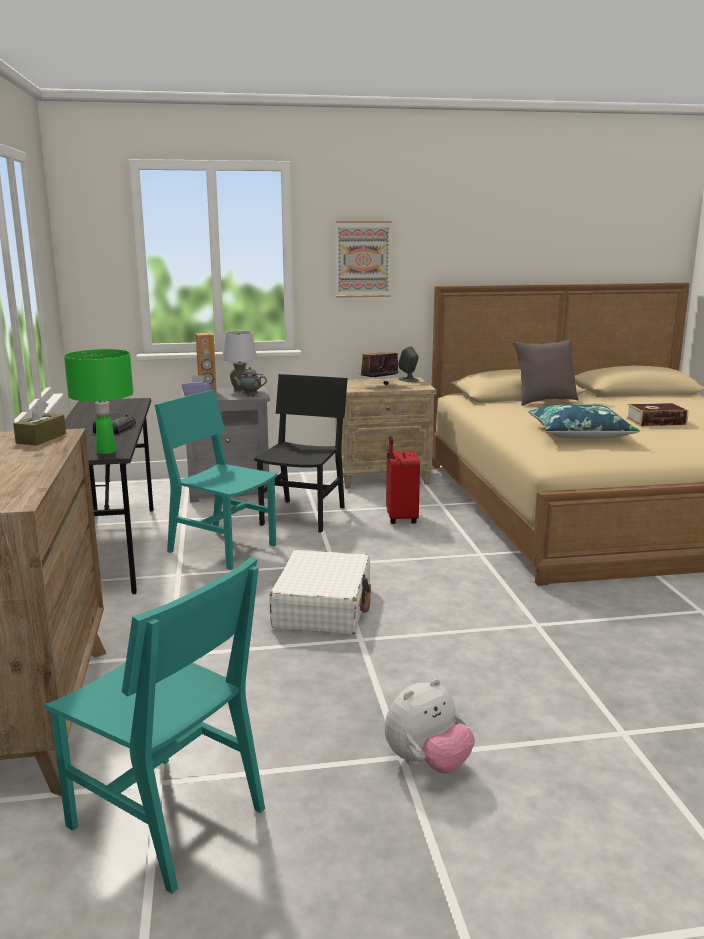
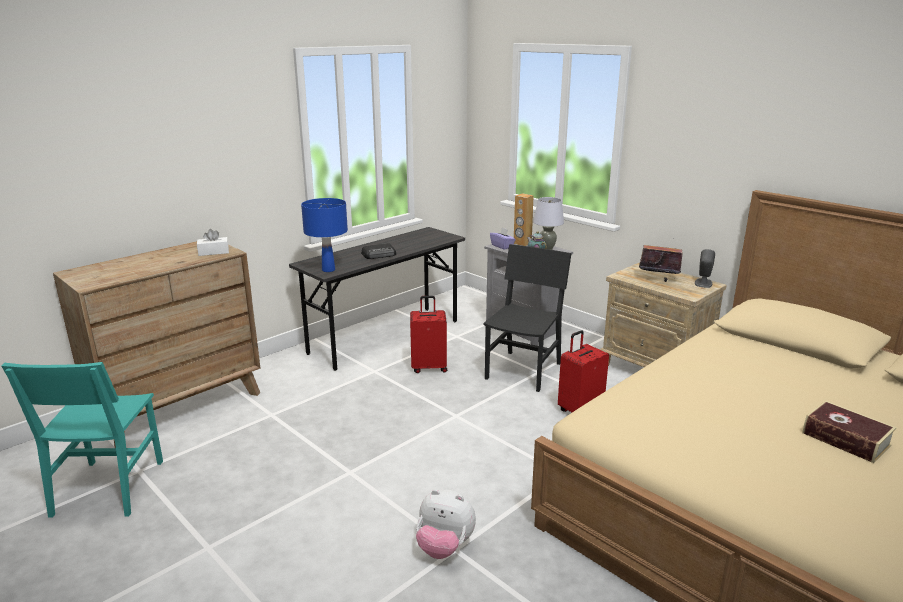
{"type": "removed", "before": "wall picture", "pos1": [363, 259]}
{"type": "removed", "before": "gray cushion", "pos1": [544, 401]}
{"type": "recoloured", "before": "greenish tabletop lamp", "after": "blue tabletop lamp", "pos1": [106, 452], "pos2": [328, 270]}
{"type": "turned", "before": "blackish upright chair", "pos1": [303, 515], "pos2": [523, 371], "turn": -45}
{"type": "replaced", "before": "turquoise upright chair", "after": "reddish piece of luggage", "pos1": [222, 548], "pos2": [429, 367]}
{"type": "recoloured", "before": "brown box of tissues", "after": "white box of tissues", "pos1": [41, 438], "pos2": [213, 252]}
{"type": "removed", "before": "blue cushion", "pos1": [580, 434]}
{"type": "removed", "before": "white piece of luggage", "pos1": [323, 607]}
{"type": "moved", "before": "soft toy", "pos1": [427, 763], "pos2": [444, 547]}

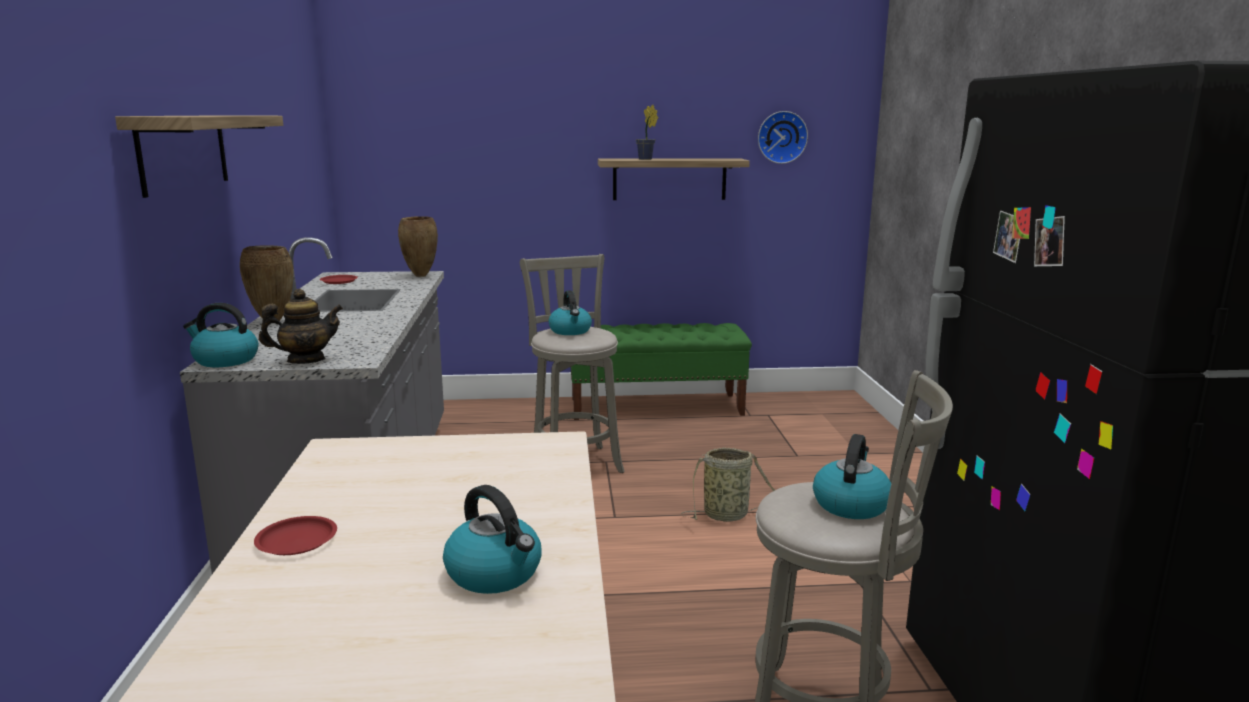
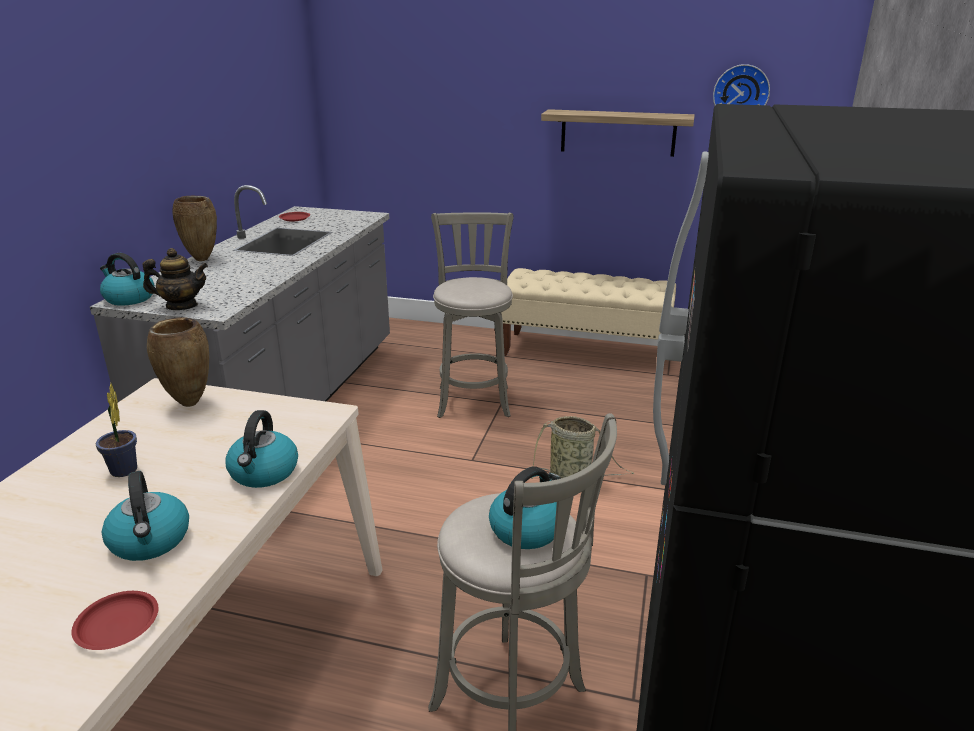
{"type": "moved", "before": "houseplant", "pos1": [646, 159], "pos2": [123, 472]}
{"type": "removed", "before": "shelf", "pos1": [184, 152]}
{"type": "moved", "before": "brown flower vase", "pos1": [420, 276], "pos2": [188, 404]}
{"type": "moved", "before": "water kettle", "pos1": [570, 331], "pos2": [264, 473]}
{"type": "recoloured", "before": "greenish indoor bench", "after": "sand-coloured indoor bench", "pos1": [656, 406], "pos2": [585, 352]}
{"type": "moved", "before": "reddish flat dish", "pos1": [296, 541], "pos2": [116, 625]}

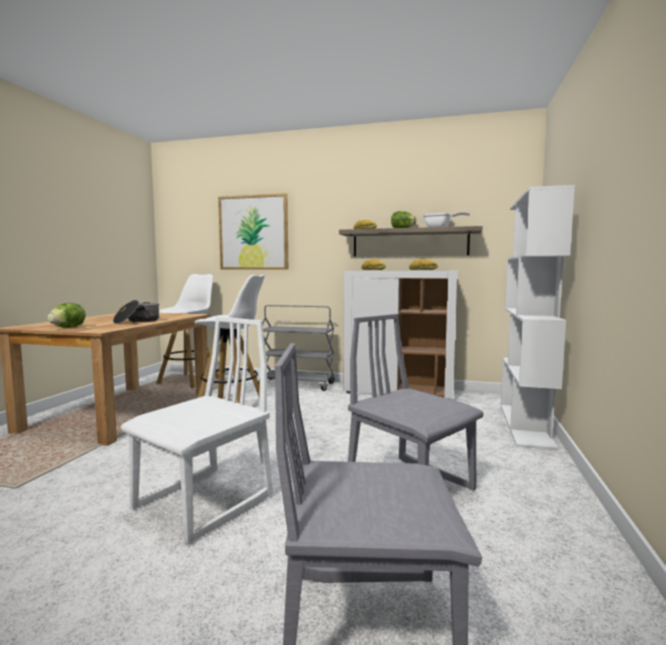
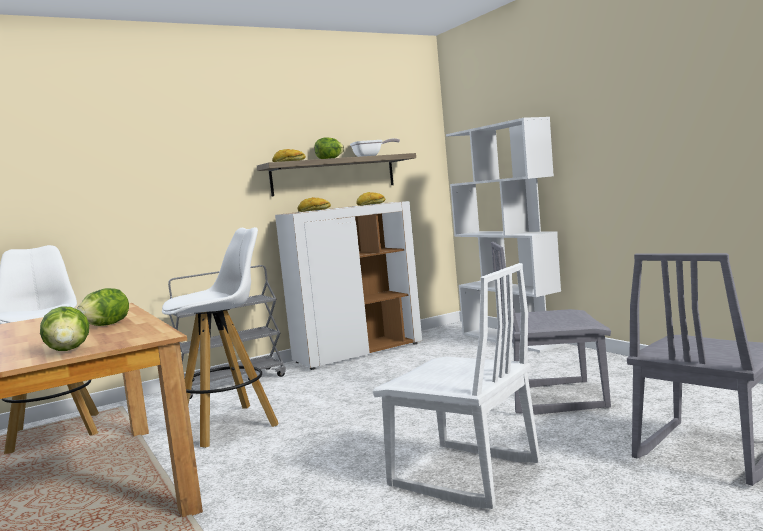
{"type": "removed", "before": "wall picture", "pos1": [253, 232]}
{"type": "replaced", "before": "saucepot", "after": "lettuce", "pos1": [137, 321], "pos2": [106, 325]}
{"type": "turned", "before": "white upright chair", "pos1": [204, 503], "pos2": [463, 476], "turn": 135}

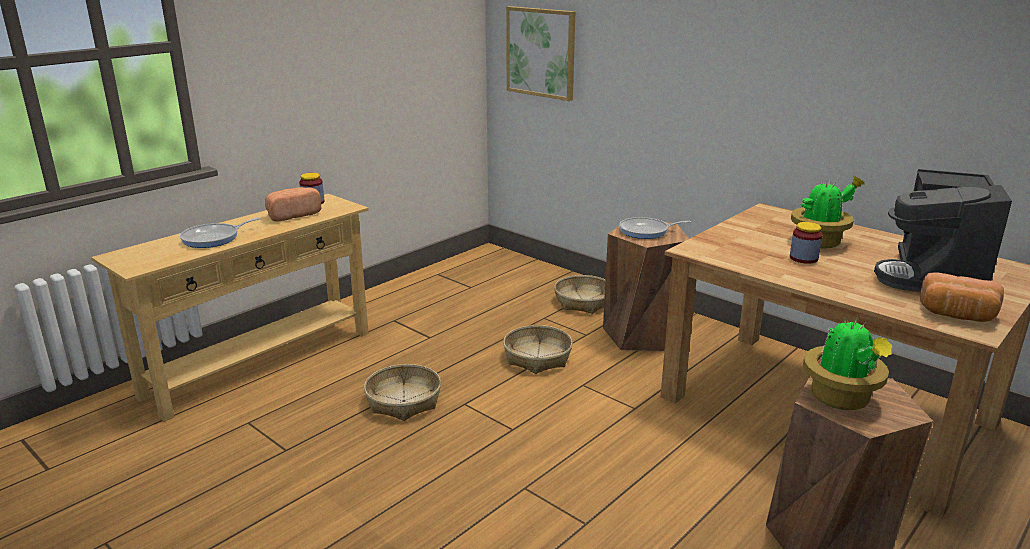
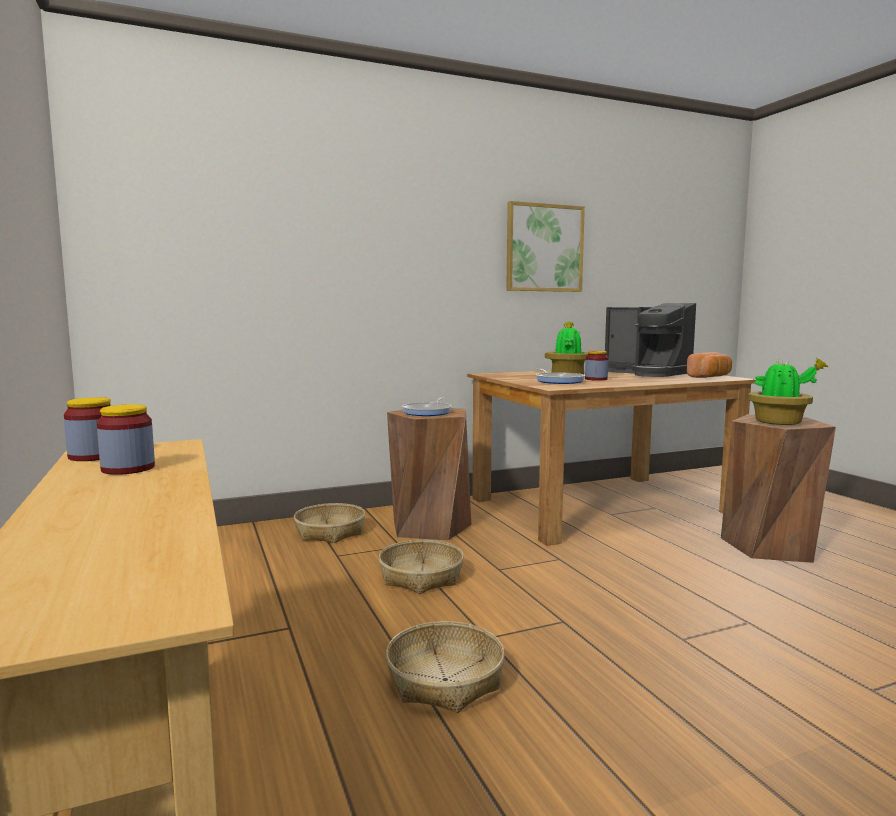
{"type": "moved", "before": "wall picture", "pos1": [541, 52], "pos2": [544, 248]}
{"type": "replaced", "before": "baked bread", "after": "preserve jar", "pos1": [292, 215], "pos2": [128, 468]}
{"type": "moved", "before": "pan", "pos1": [214, 238], "pos2": [558, 381]}

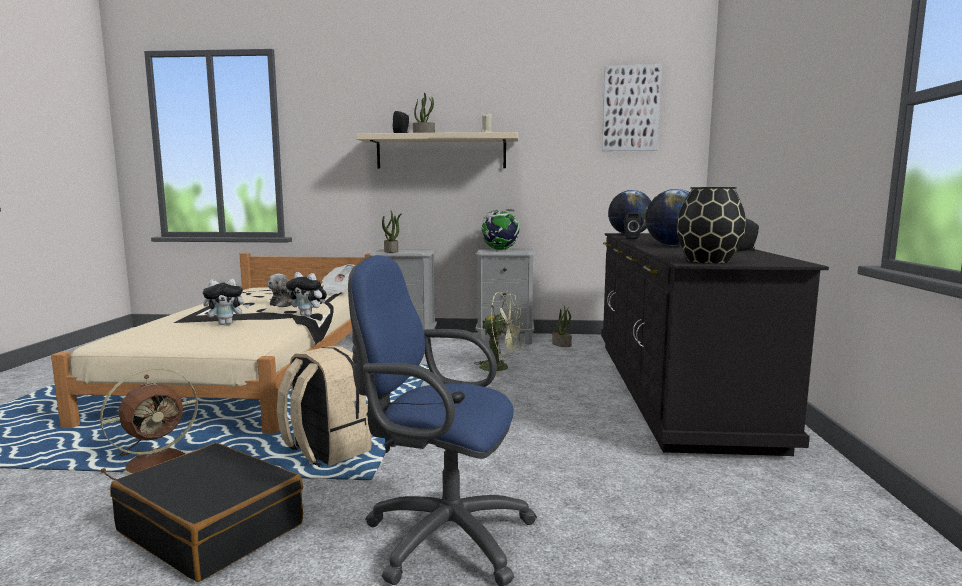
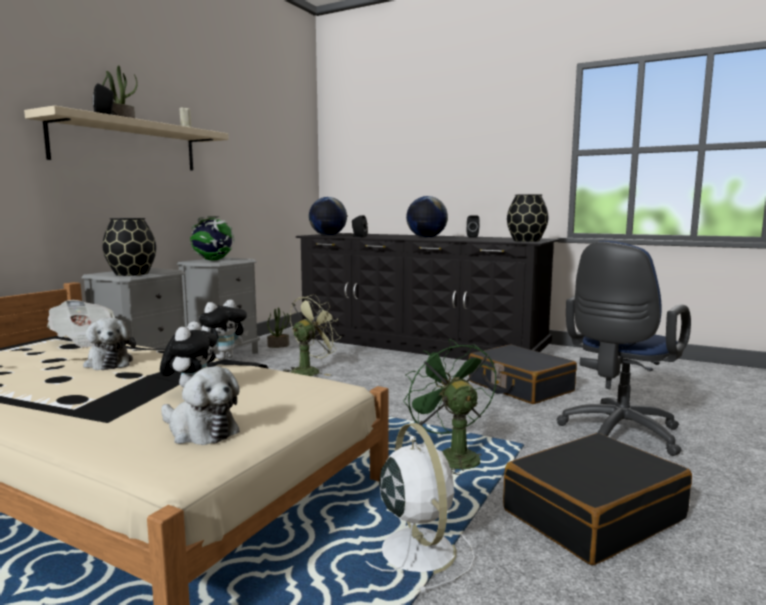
{"type": "removed", "before": "wall picture", "pos1": [630, 108]}
{"type": "replaced", "before": "houseplant", "after": "blackish flower vase", "pos1": [391, 251], "pos2": [132, 274]}
{"type": "replaced", "before": "sand-coloured rucksack", "after": "greenish electric fan", "pos1": [326, 451], "pos2": [451, 456]}
{"type": "recoloured", "before": "brown electric fan", "after": "white electric fan", "pos1": [159, 462], "pos2": [415, 548]}
{"type": "added", "after": "blackish piece of luggage", "pos2": [519, 387]}
{"type": "added", "after": "soft toy", "pos2": [200, 431]}

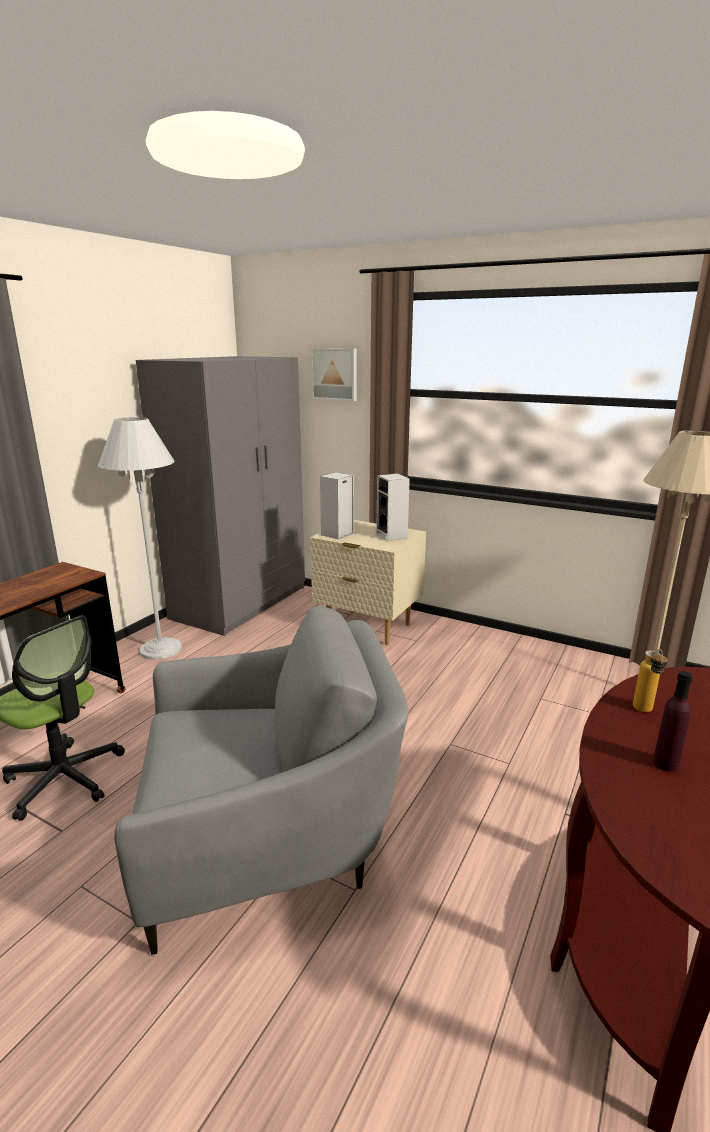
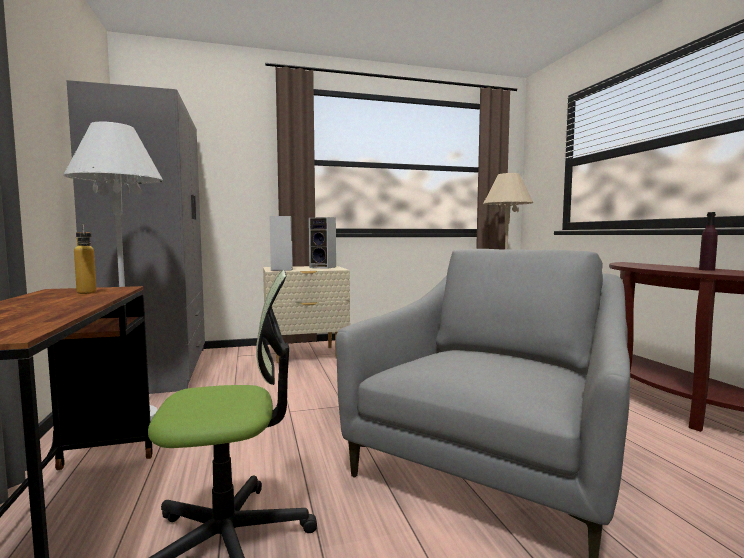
{"type": "removed", "before": "wall picture", "pos1": [335, 374]}
{"type": "moved", "before": "bottle", "pos1": [644, 712], "pos2": [87, 293]}

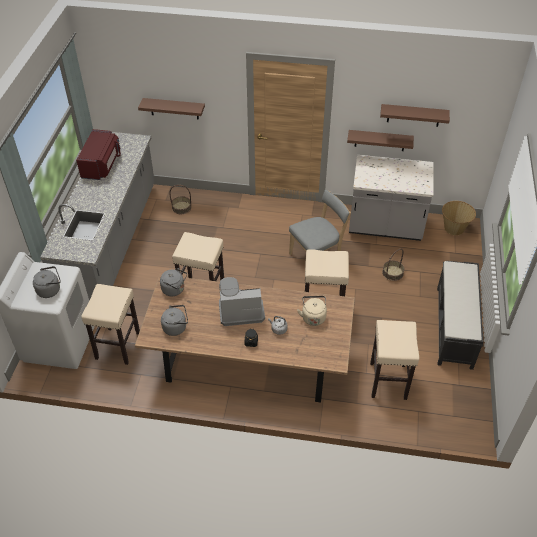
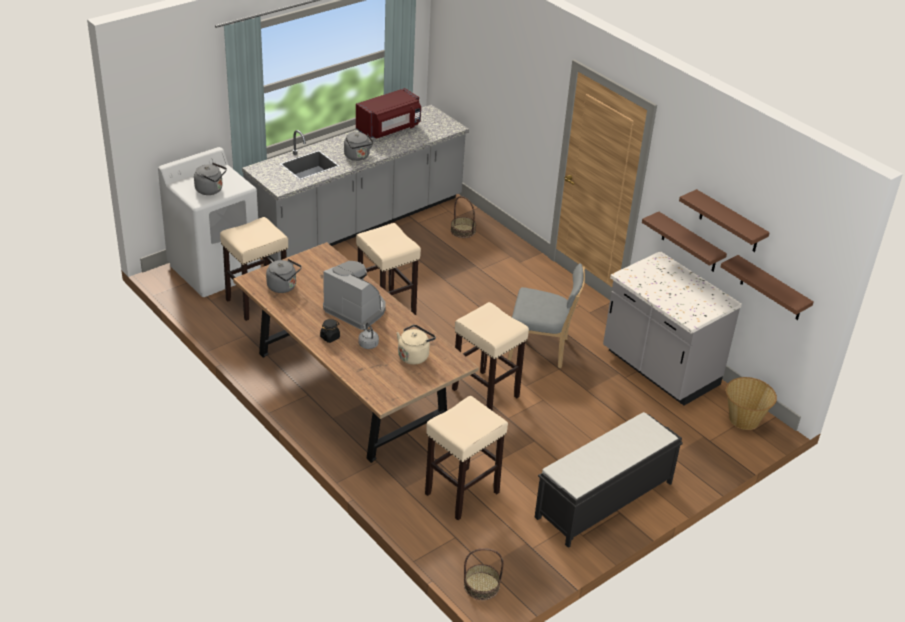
{"type": "moved", "before": "brown shelf", "pos1": [174, 108], "pos2": [771, 289]}
{"type": "moved", "before": "household basket", "pos1": [392, 273], "pos2": [481, 586]}
{"type": "moved", "before": "gray water kettle", "pos1": [174, 289], "pos2": [358, 157]}

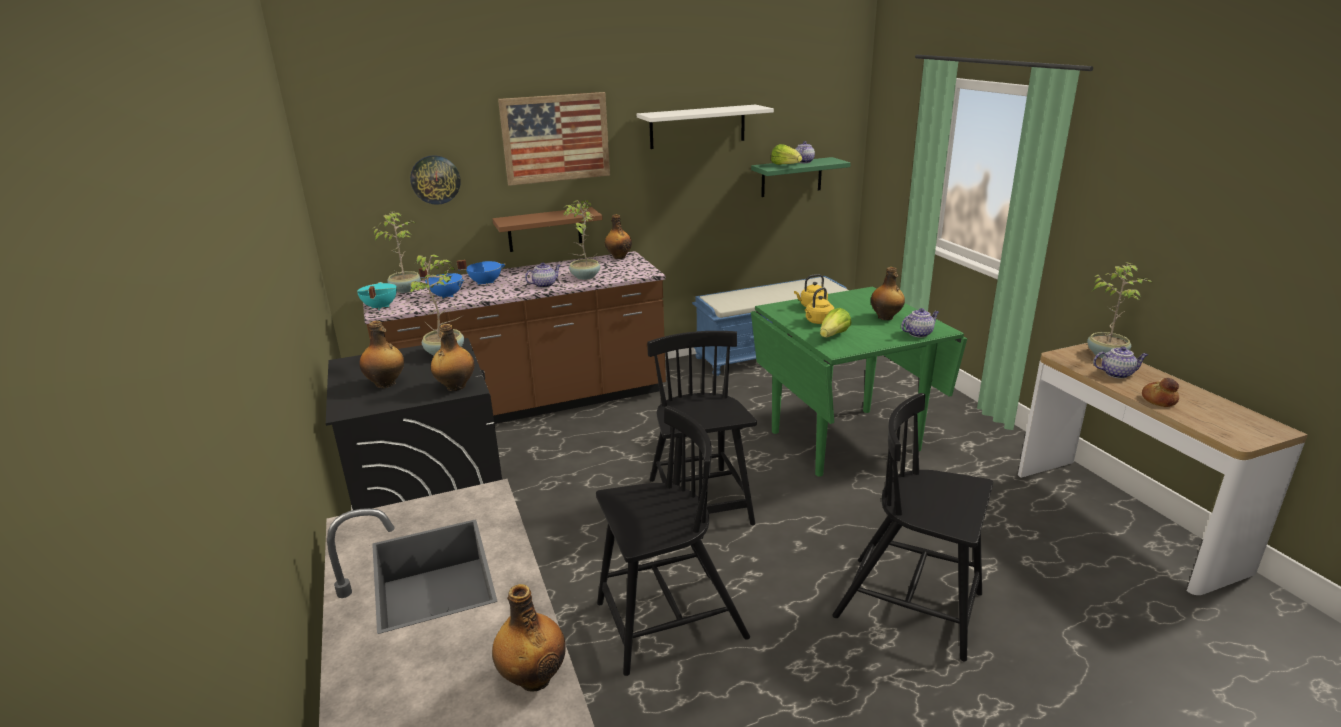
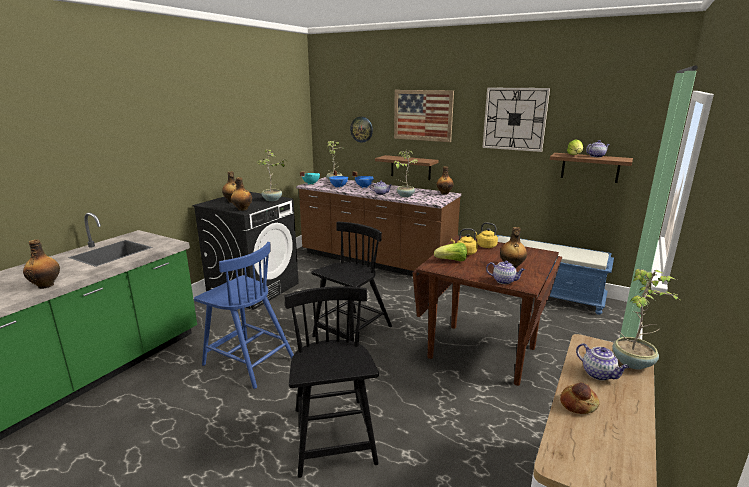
{"type": "replaced", "before": "white shelf", "after": "clock on the wall", "pos1": [697, 126], "pos2": [514, 119]}
{"type": "recoloured", "before": "greenish shelf", "after": "brown shelf", "pos1": [791, 177], "pos2": [590, 167]}
{"type": "recoloured", "before": "greenish kitchen table", "after": "brown kitchen table", "pos1": [843, 440], "pos2": [482, 352]}
{"type": "recoloured", "before": "blackish upright chair", "after": "blue upright chair", "pos1": [668, 622], "pos2": [248, 361]}

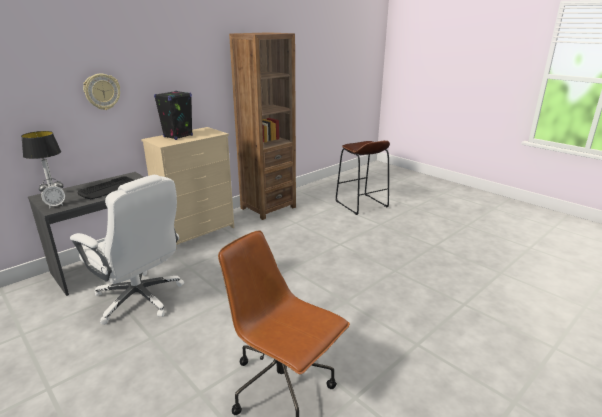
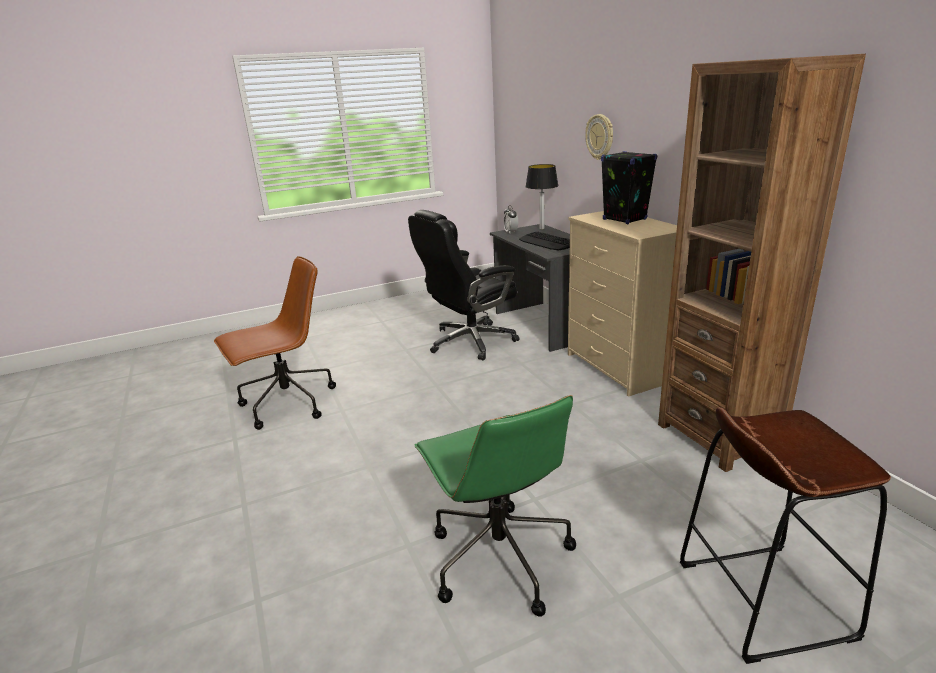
{"type": "recoloured", "before": "white office chair", "after": "blackish office chair", "pos1": [140, 298], "pos2": [470, 342]}
{"type": "added", "after": "greenish office chair", "pos2": [498, 557]}

